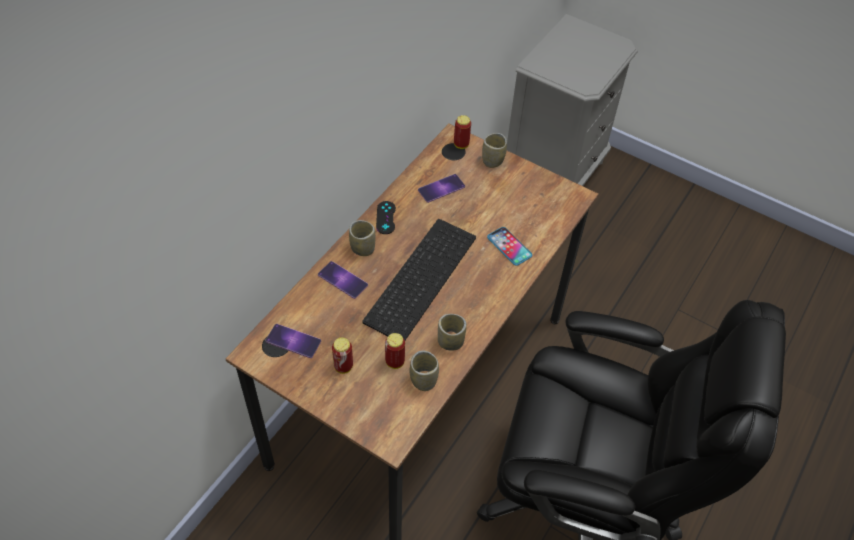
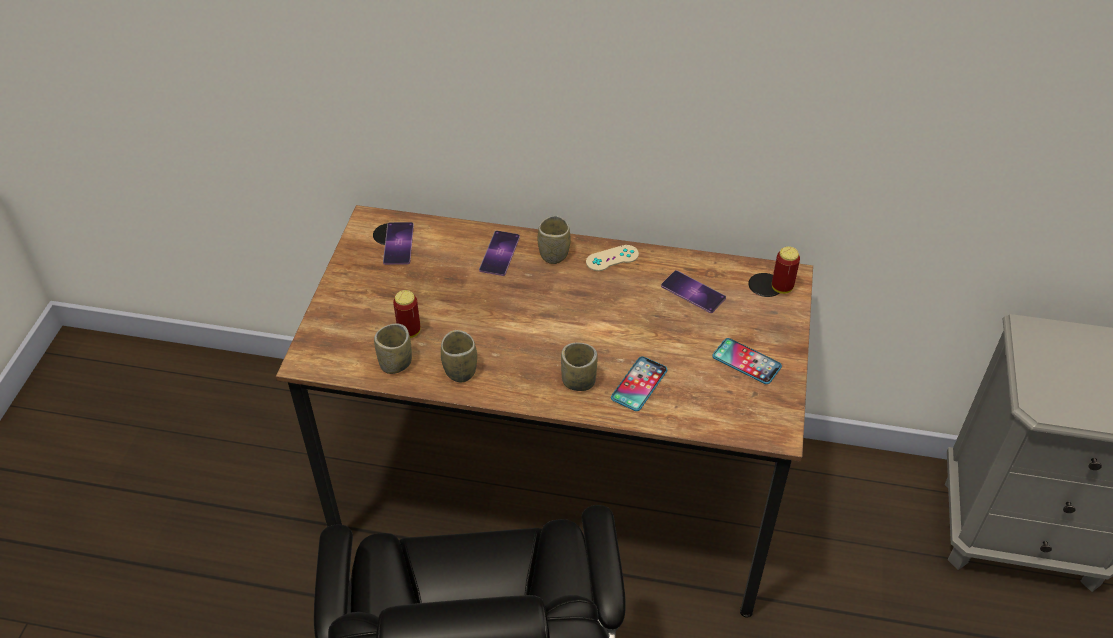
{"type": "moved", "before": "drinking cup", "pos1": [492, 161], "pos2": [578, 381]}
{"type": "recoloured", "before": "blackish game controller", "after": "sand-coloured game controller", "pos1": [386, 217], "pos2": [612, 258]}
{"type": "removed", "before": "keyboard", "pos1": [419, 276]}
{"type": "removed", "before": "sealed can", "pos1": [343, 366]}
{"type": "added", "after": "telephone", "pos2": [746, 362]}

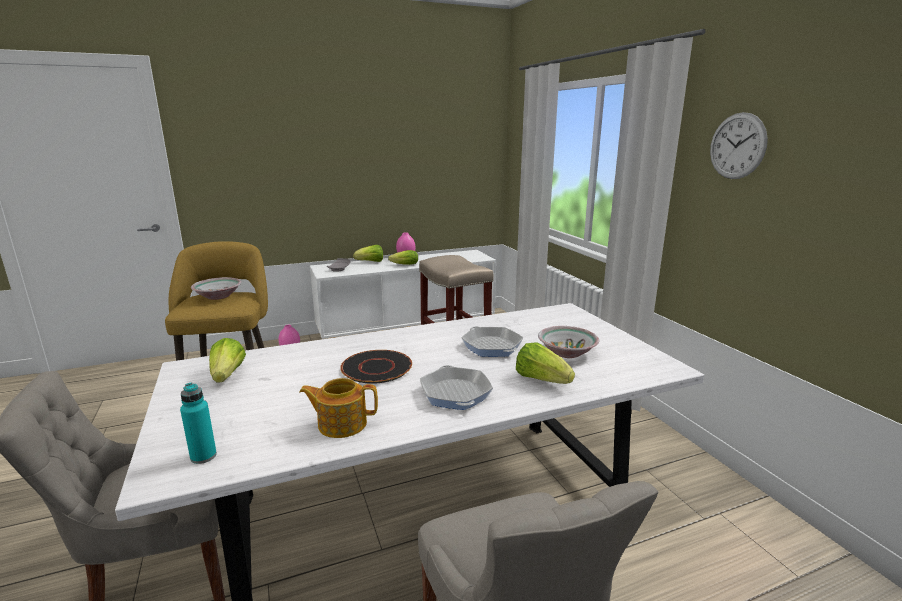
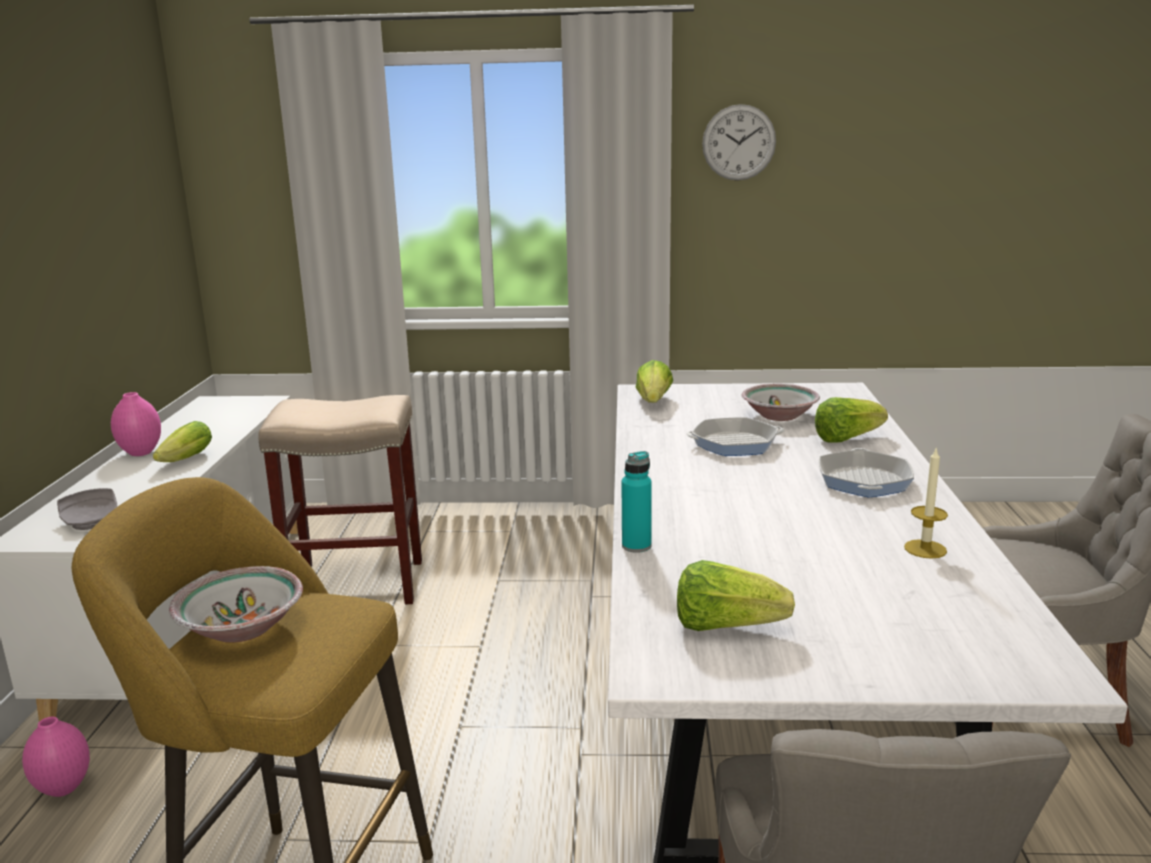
{"type": "moved", "before": "lettuce", "pos1": [370, 262], "pos2": [653, 401]}
{"type": "removed", "before": "blackish flat dish", "pos1": [377, 367]}
{"type": "turned", "before": "pan", "pos1": [455, 393], "pos2": [864, 481], "turn": 90}
{"type": "replaced", "before": "tea pot", "after": "candle", "pos1": [341, 424], "pos2": [925, 549]}
{"type": "moved", "before": "turquoise bottle", "pos1": [203, 456], "pos2": [636, 546]}

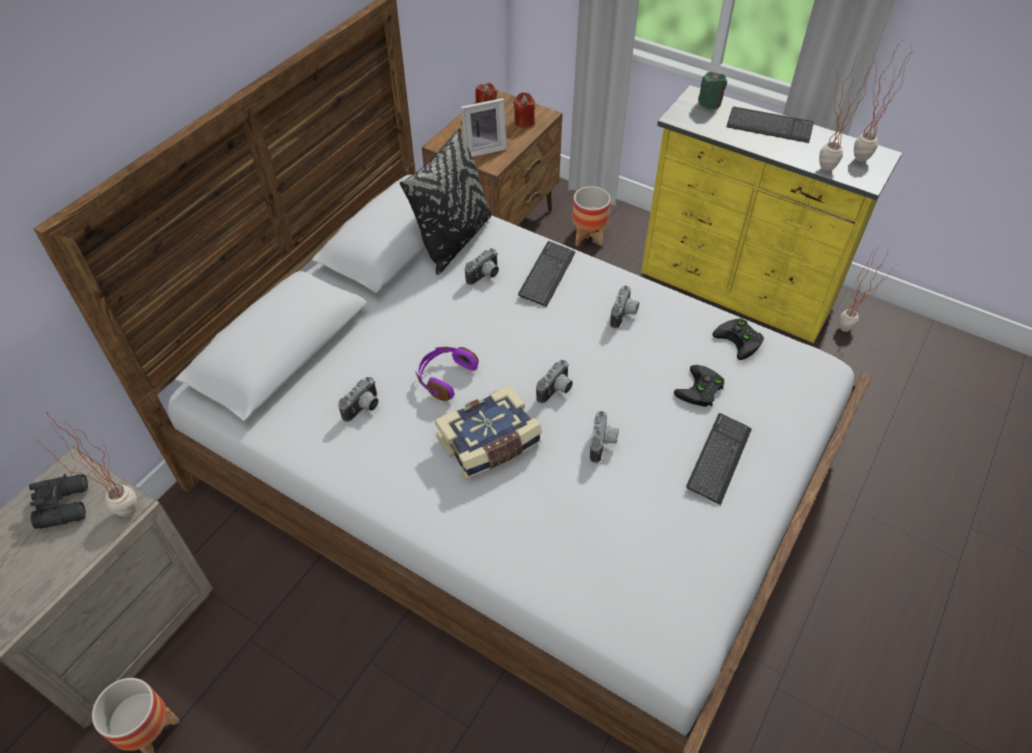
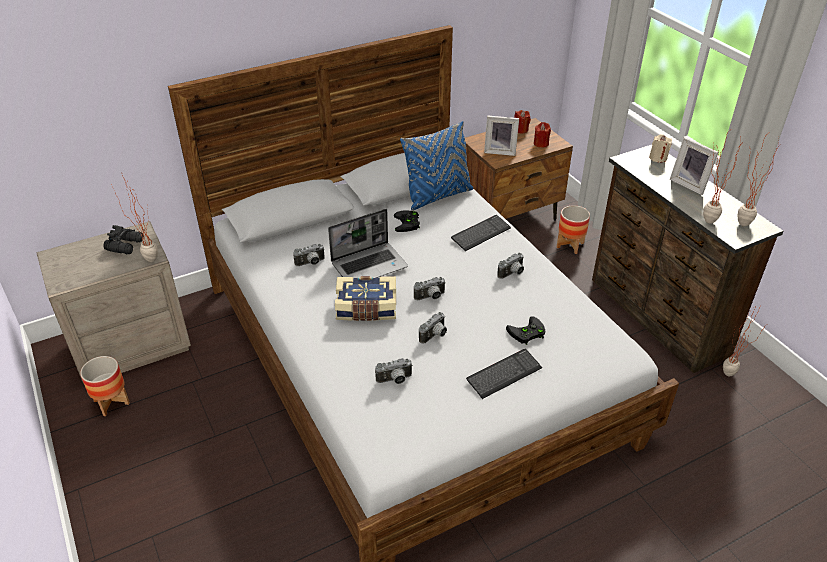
{"type": "recoloured", "before": "greenish candle", "after": "sand-coloured candle", "pos1": [709, 103], "pos2": [658, 158]}
{"type": "recoloured", "before": "yellowish dresser", "after": "brown dresser", "pos1": [735, 291], "pos2": [657, 317]}
{"type": "replaced", "before": "keyboard", "after": "standing frame", "pos1": [769, 126], "pos2": [690, 184]}
{"type": "recoloured", "before": "blackish cushion", "after": "blue cushion", "pos1": [454, 240], "pos2": [437, 196]}
{"type": "moved", "before": "still camera", "pos1": [485, 276], "pos2": [395, 380]}
{"type": "moved", "before": "blackish game controller", "pos1": [741, 340], "pos2": [408, 223]}
{"type": "replaced", "before": "purple headphones", "after": "notebook computer", "pos1": [445, 377], "pos2": [369, 265]}

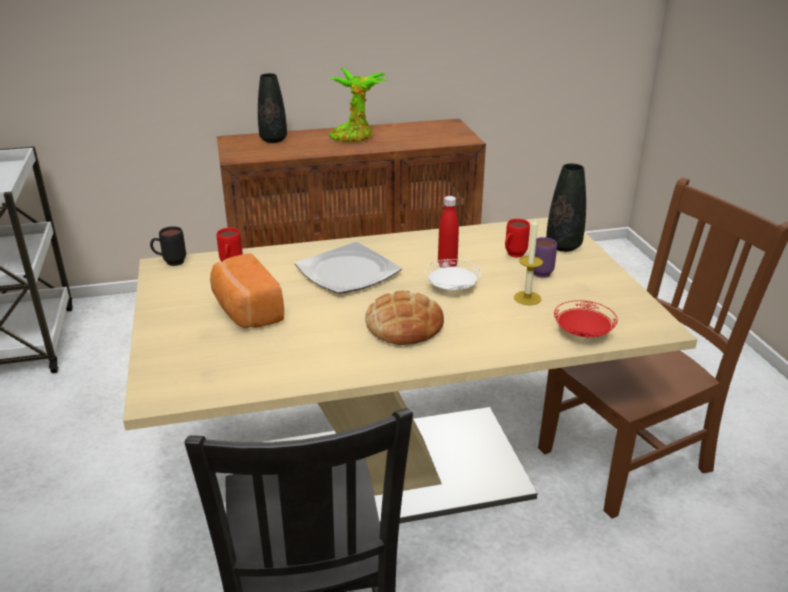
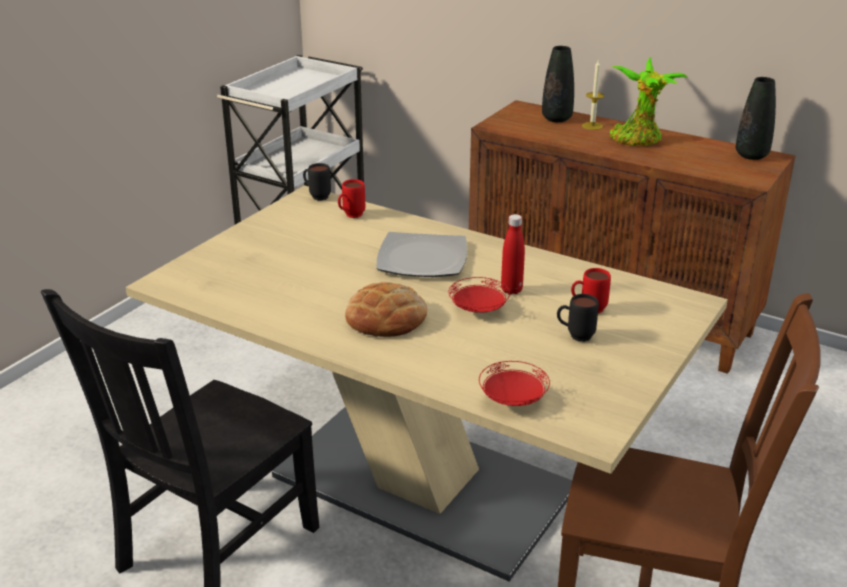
{"type": "moved", "before": "blackish flower vase", "pos1": [563, 246], "pos2": [751, 155]}
{"type": "moved", "before": "candle", "pos1": [527, 298], "pos2": [592, 126]}
{"type": "recoloured", "before": "purple tea mug", "after": "blackish tea mug", "pos1": [538, 275], "pos2": [575, 336]}
{"type": "removed", "before": "baked bread", "pos1": [246, 311]}
{"type": "recoloured", "before": "white flat dish", "after": "reddish flat dish", "pos1": [452, 288], "pos2": [478, 310]}

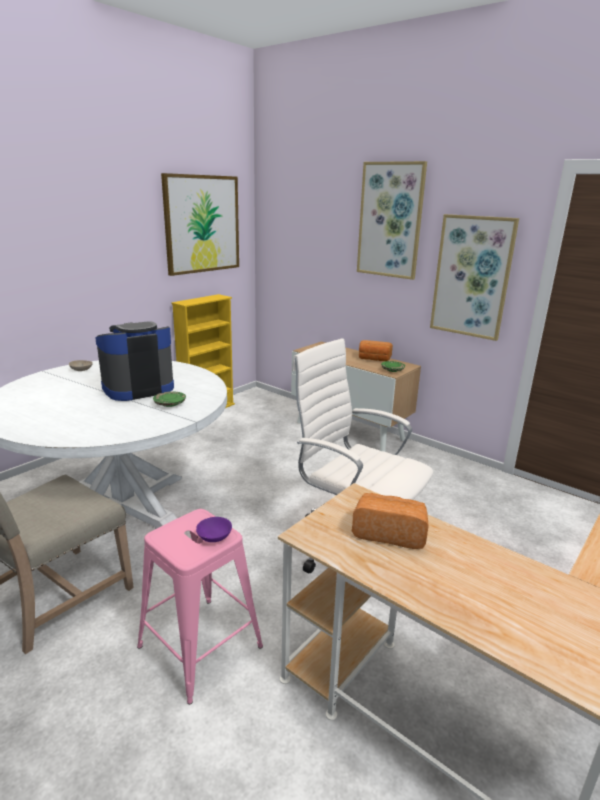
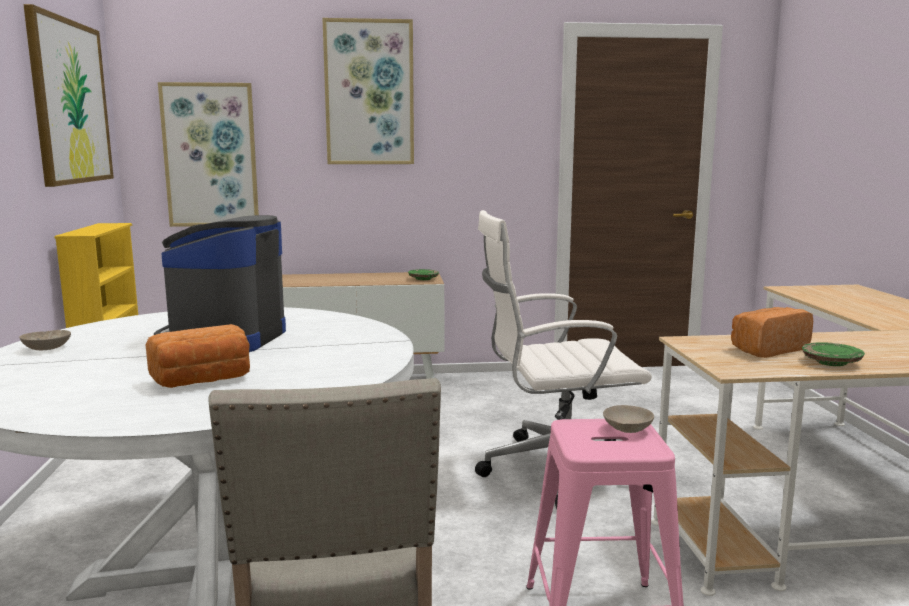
{"type": "moved", "before": "wall picture", "pos1": [472, 277], "pos2": [210, 155]}
{"type": "moved", "before": "baked bread", "pos1": [374, 359], "pos2": [203, 380]}
{"type": "moved", "before": "greenish flat dish", "pos1": [169, 404], "pos2": [831, 362]}
{"type": "recoloured", "before": "purple bowl", "after": "sand-coloured bowl", "pos1": [215, 536], "pos2": [628, 428]}

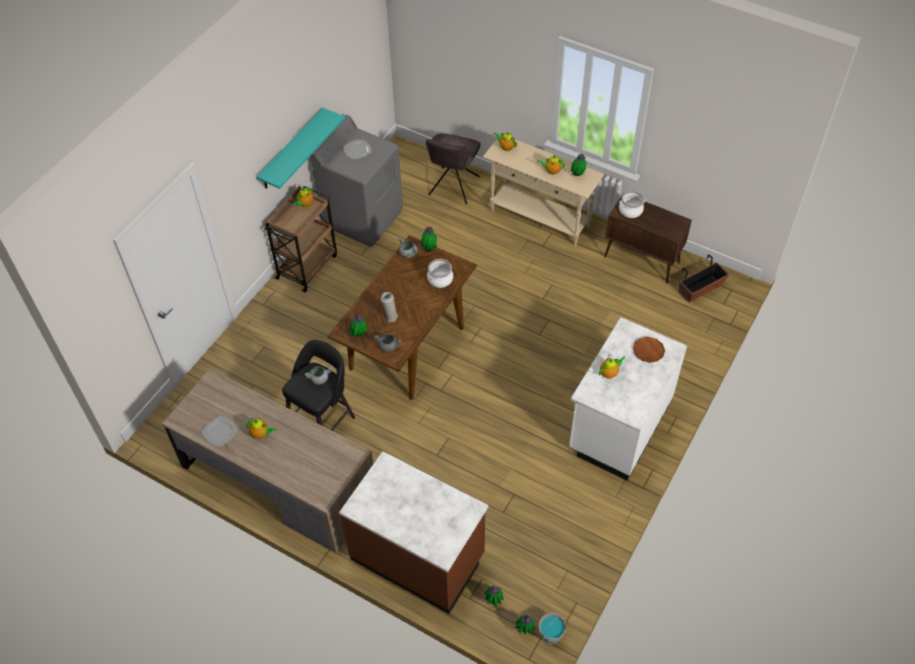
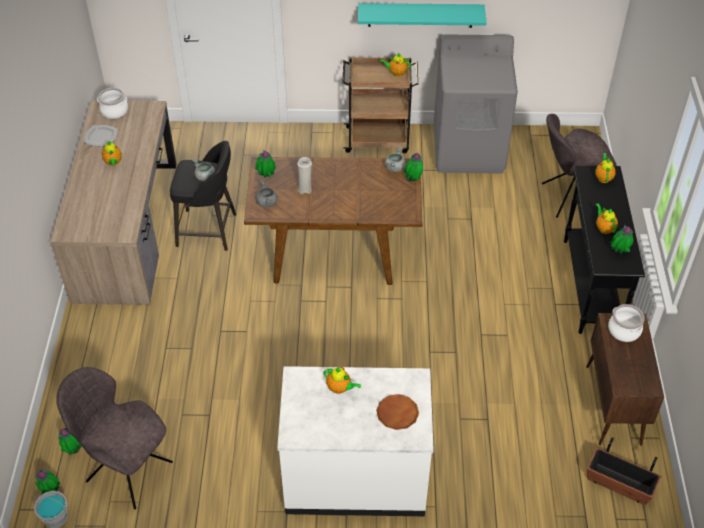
{"type": "recoloured", "before": "sand-coloured hall table", "after": "blackish hall table", "pos1": [539, 219], "pos2": [590, 286]}
{"type": "removed", "before": "flat dish", "pos1": [357, 150]}
{"type": "moved", "before": "saucepot", "pos1": [440, 279], "pos2": [114, 111]}
{"type": "removed", "before": "brown counter", "pos1": [418, 556]}
{"type": "added", "after": "gray upright chair", "pos2": [127, 470]}

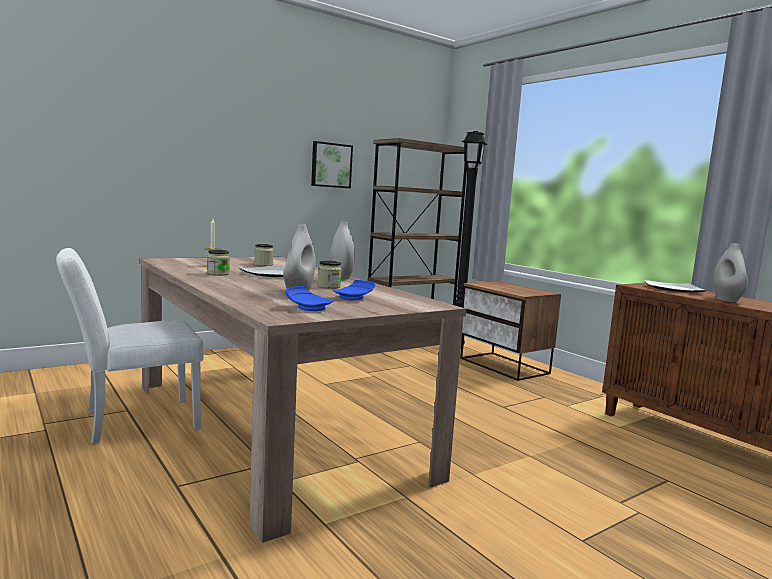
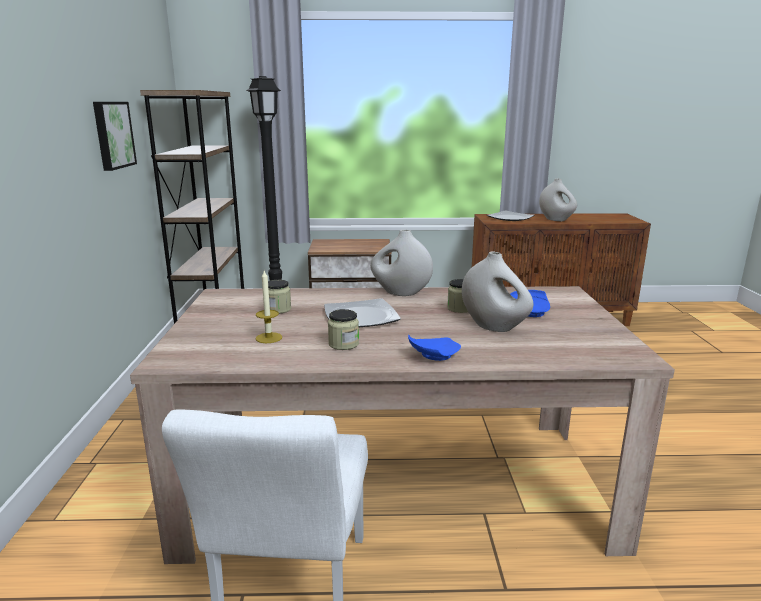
{"type": "moved", "before": "blue flat dish", "pos1": [308, 308], "pos2": [433, 355]}

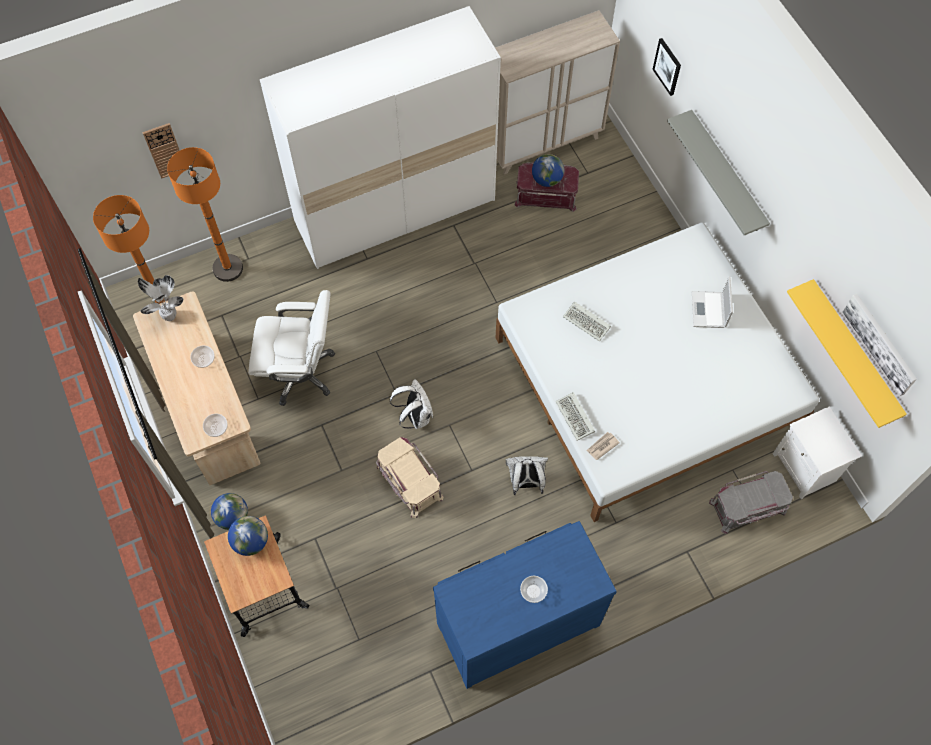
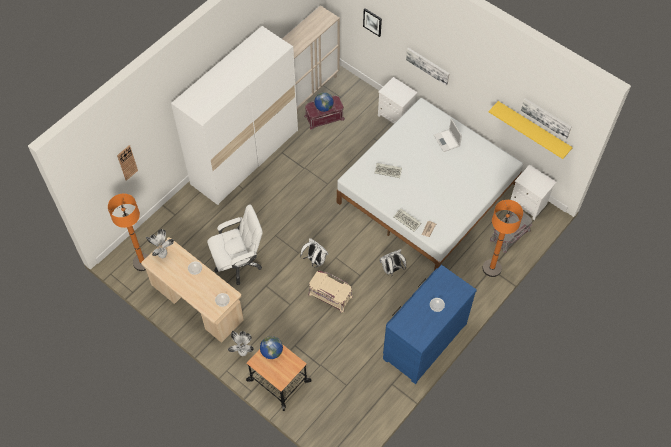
{"type": "replaced", "before": "gray shelf", "after": "wall picture", "pos1": [727, 173], "pos2": [428, 65]}
{"type": "moved", "before": "orange-coloured standard lamp", "pos1": [228, 268], "pos2": [491, 268]}
{"type": "replaced", "before": "world globe", "after": "houseplant", "pos1": [232, 517], "pos2": [243, 353]}
{"type": "added", "after": "white nightstand", "pos2": [396, 116]}

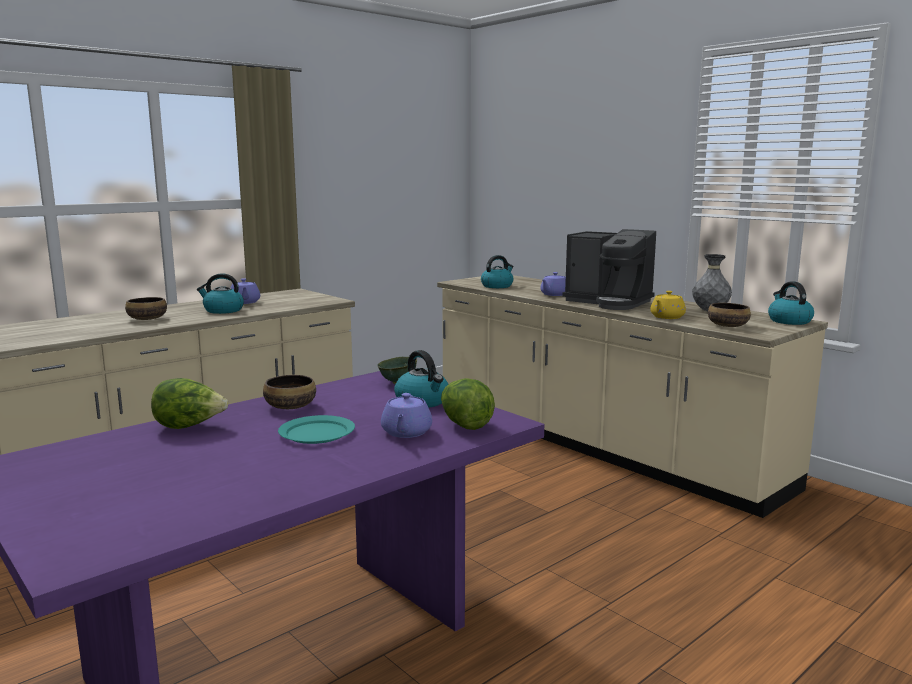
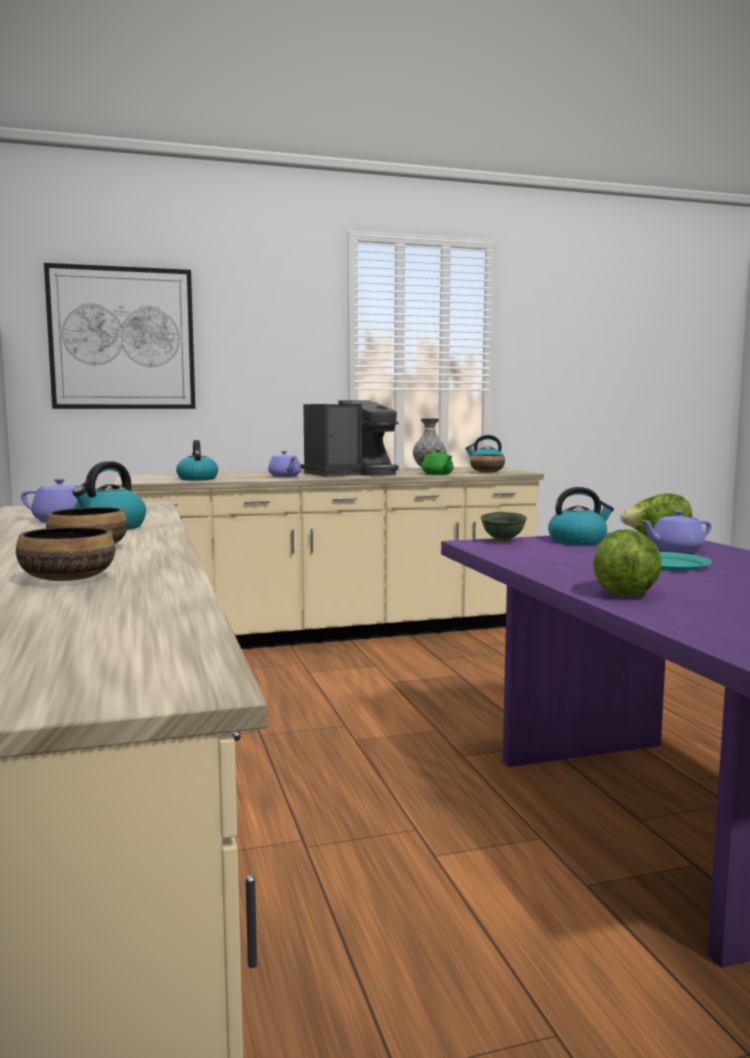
{"type": "recoloured", "before": "yellowish tea pot", "after": "greenish tea pot", "pos1": [666, 317], "pos2": [438, 474]}
{"type": "moved", "before": "bowl", "pos1": [290, 406], "pos2": [67, 578]}
{"type": "turned", "before": "purple tea pot", "pos1": [406, 432], "pos2": [675, 549], "turn": 135}
{"type": "added", "after": "wall picture", "pos2": [122, 338]}

